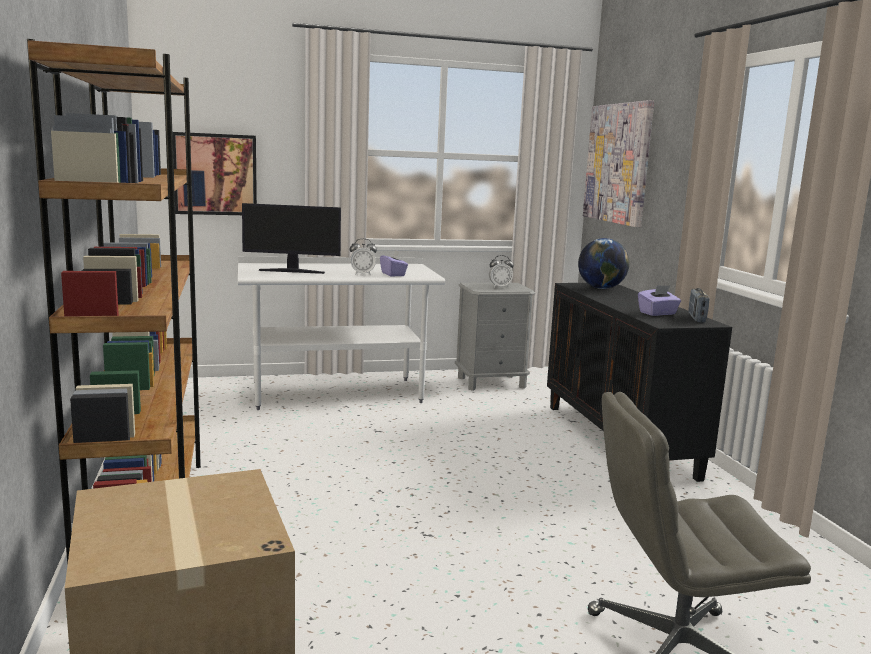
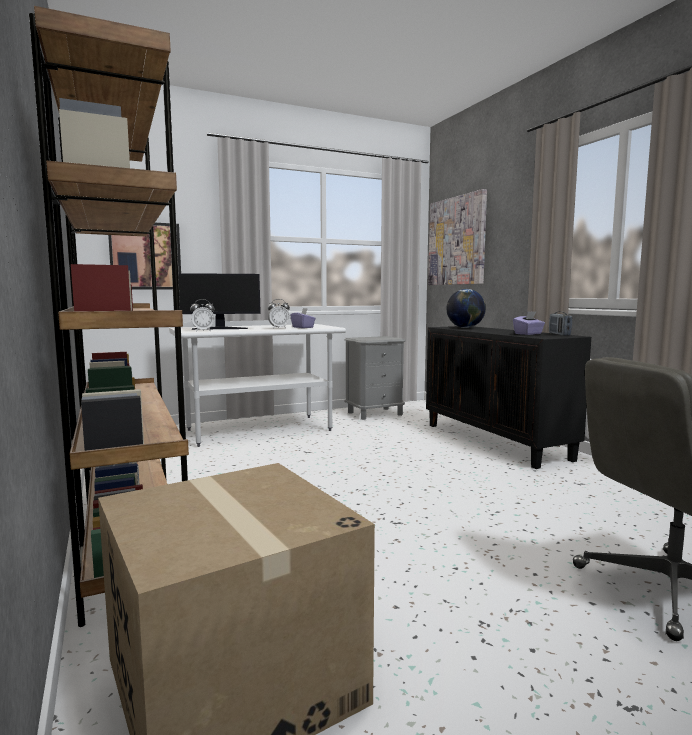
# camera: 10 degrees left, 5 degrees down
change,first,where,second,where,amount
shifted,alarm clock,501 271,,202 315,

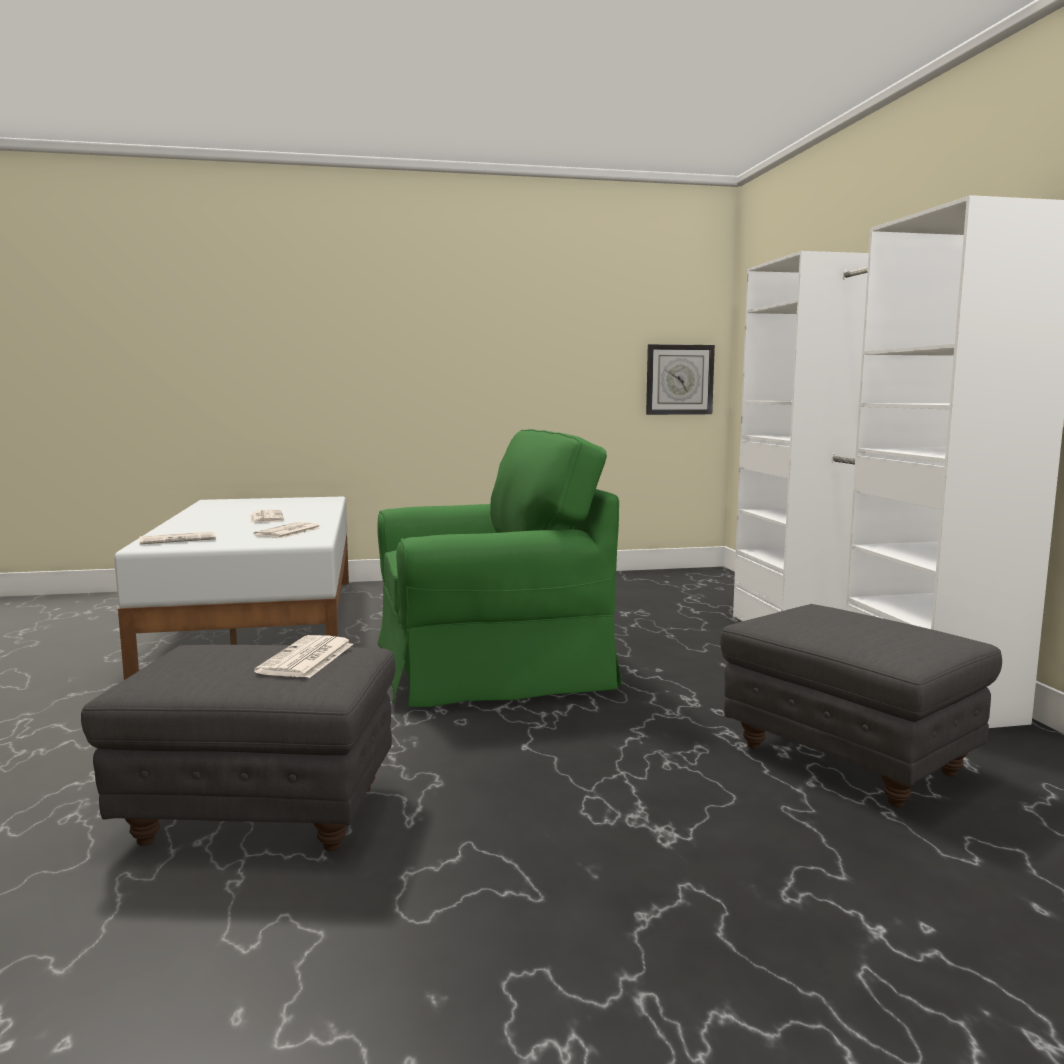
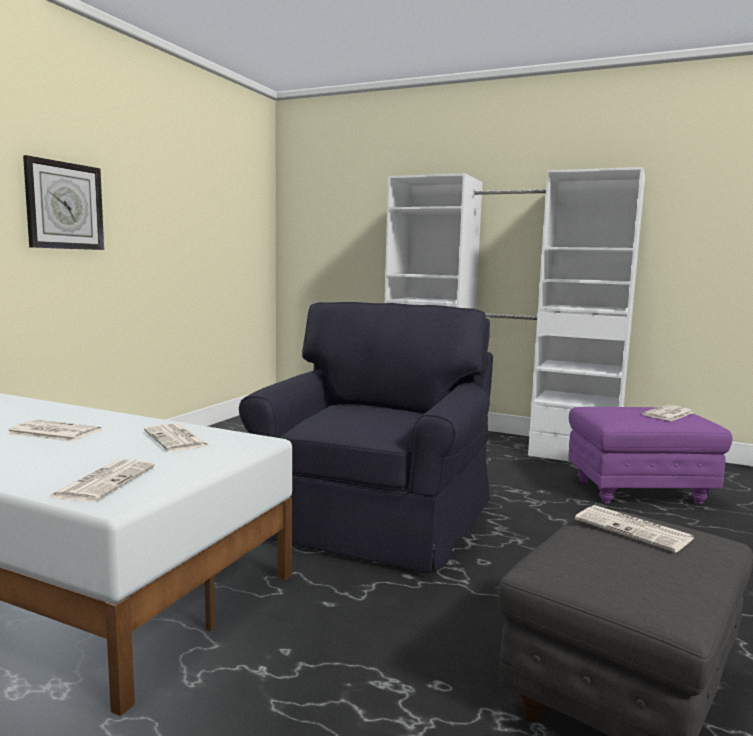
# camera: 55 degrees left, 0 degrees up
change,first,where,second,where,amount
new,,,newspaper,667 413,
shifted,wall clock,680 379,,63 202,
repainted,armchair (green),499 568,armchair (black),366 437,
repainted,ottoman (grey),861 705,ottoman (purple),650 455,

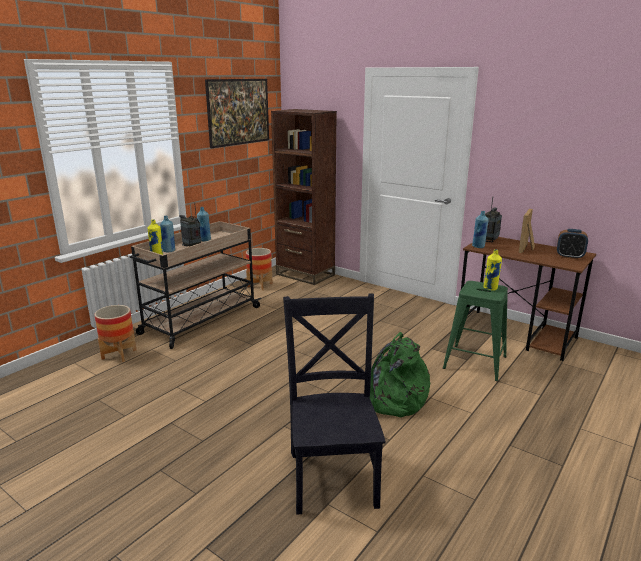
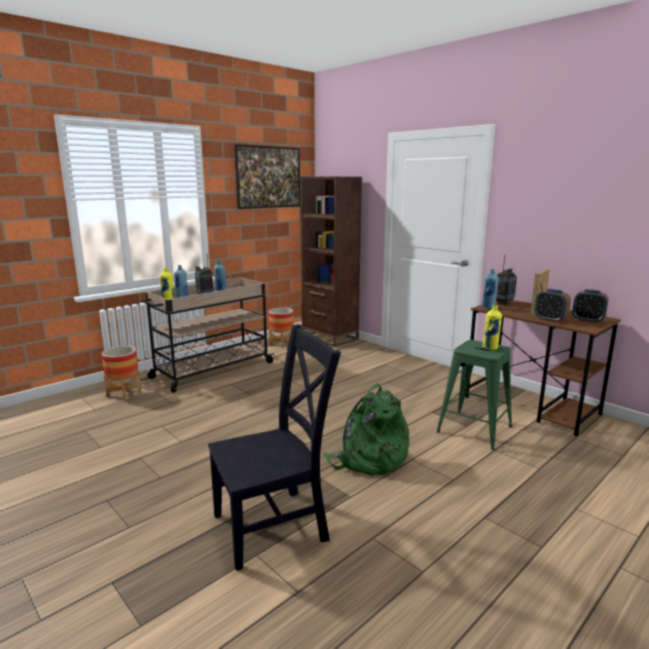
# camera: 10 degrees right, 5 degrees down
change,first,where,second,where,amount
new,,,alarm clock,553 306,
rotated,chair (black),334 403,,274 447,60 degrees clockwise

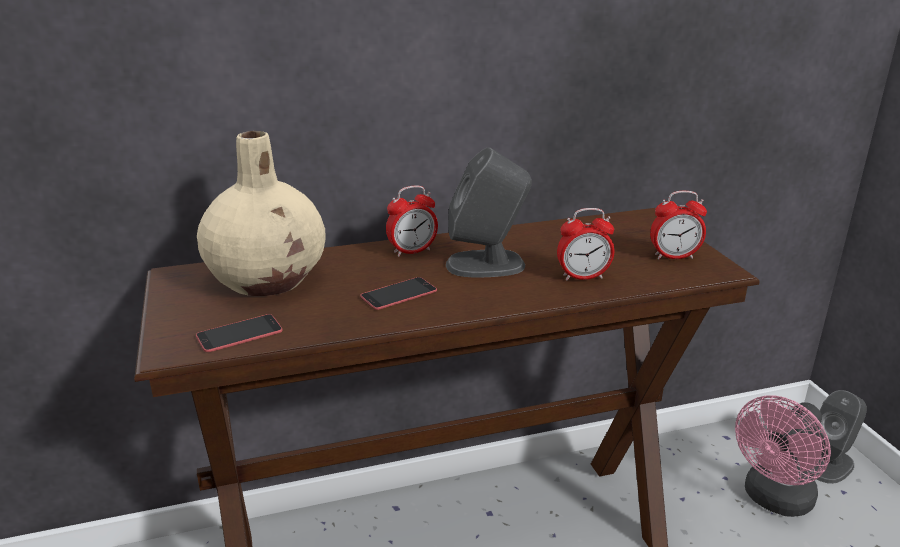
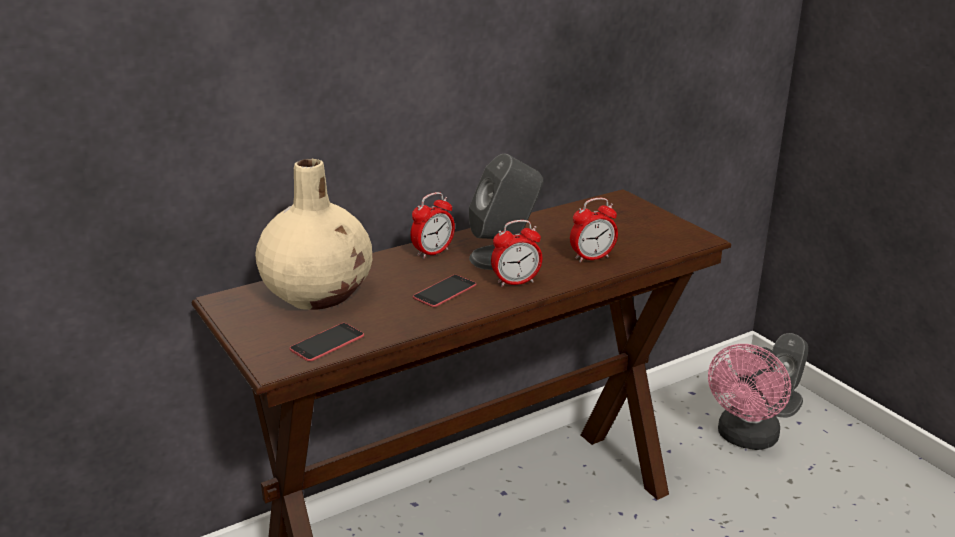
# camera: 15 degrees left, 0 degrees up
change,first,where,second,where,amount
shifted,alarm clock,678 225,,516 253,

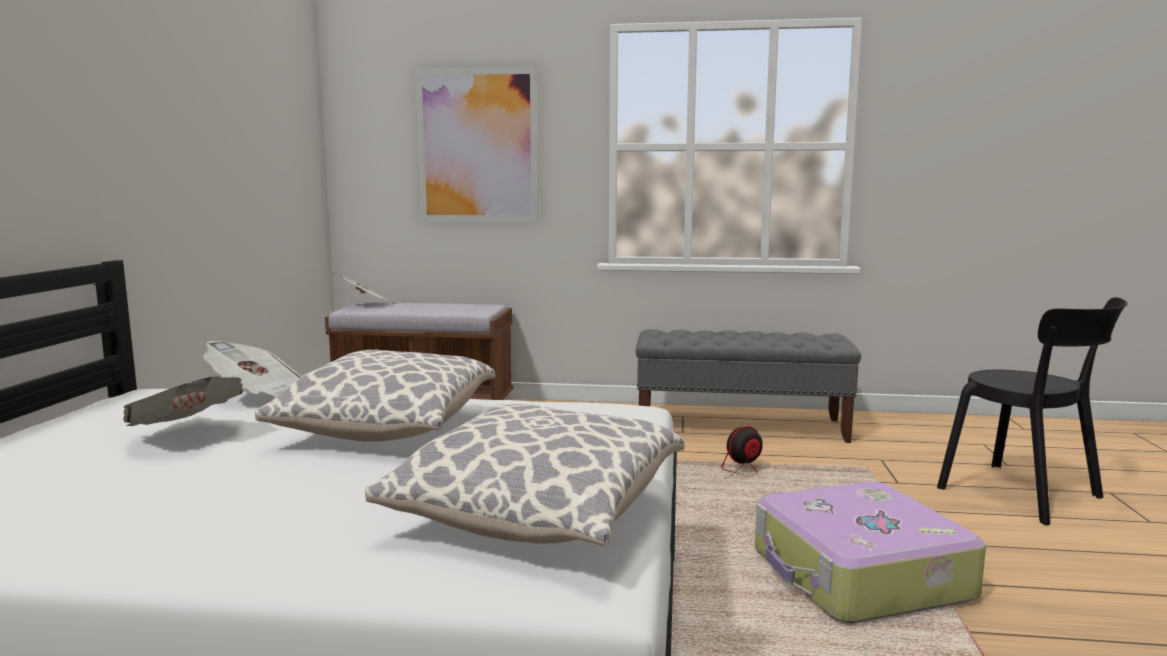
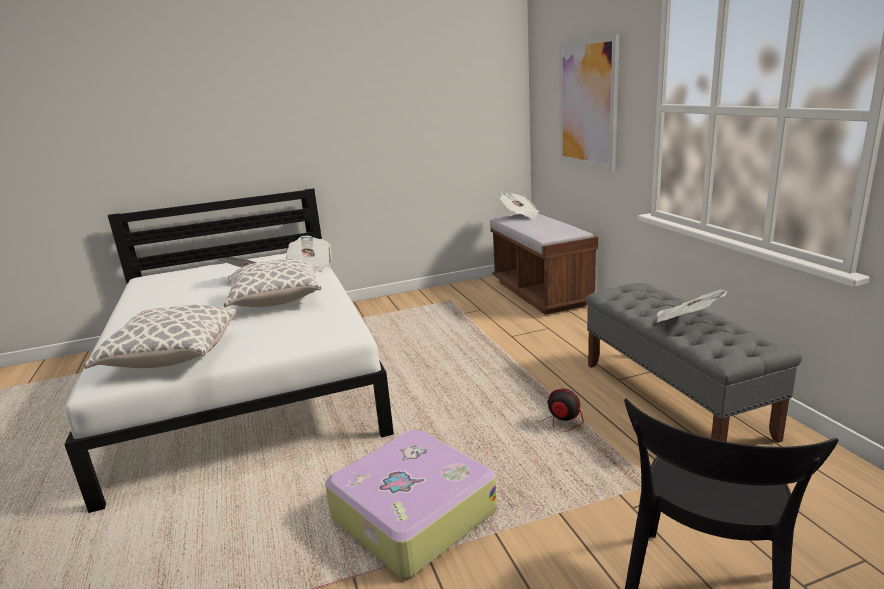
# camera: 65 degrees right, 10 degrees up
change,first,where,second,where,amount
new,,,newspaper,691 306,

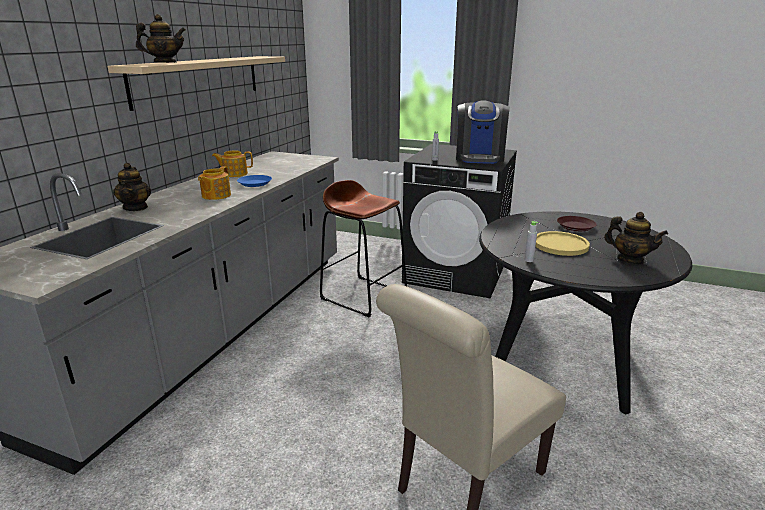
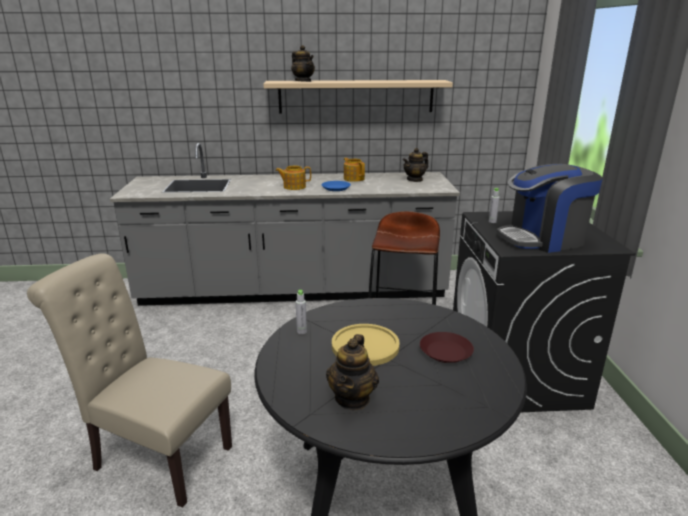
# camera: 65 degrees right, 0 degrees up
change,first,where,second,where,amount
shifted,teapot,132 187,,415 165,

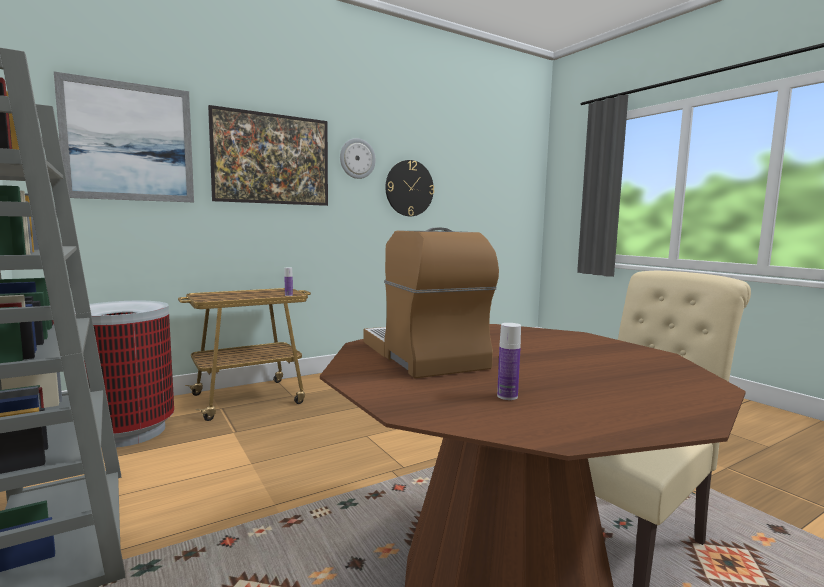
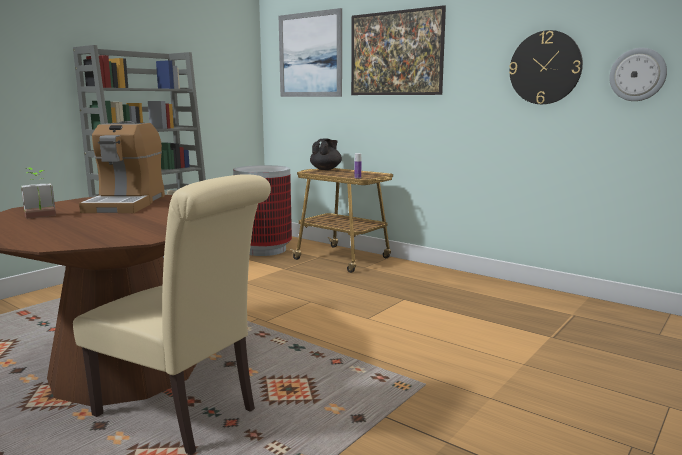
# camera: 70 degrees right, 5 degrees up
change,first,where,second,where,amount
new,,,teapot (black),326 154,
shifted,wall clock,358 158,,638 74,
swapped,bottle,509 361,potted plant,38 193,
rotated,coffee machine,431 302,,122 167,135 degrees clockwise

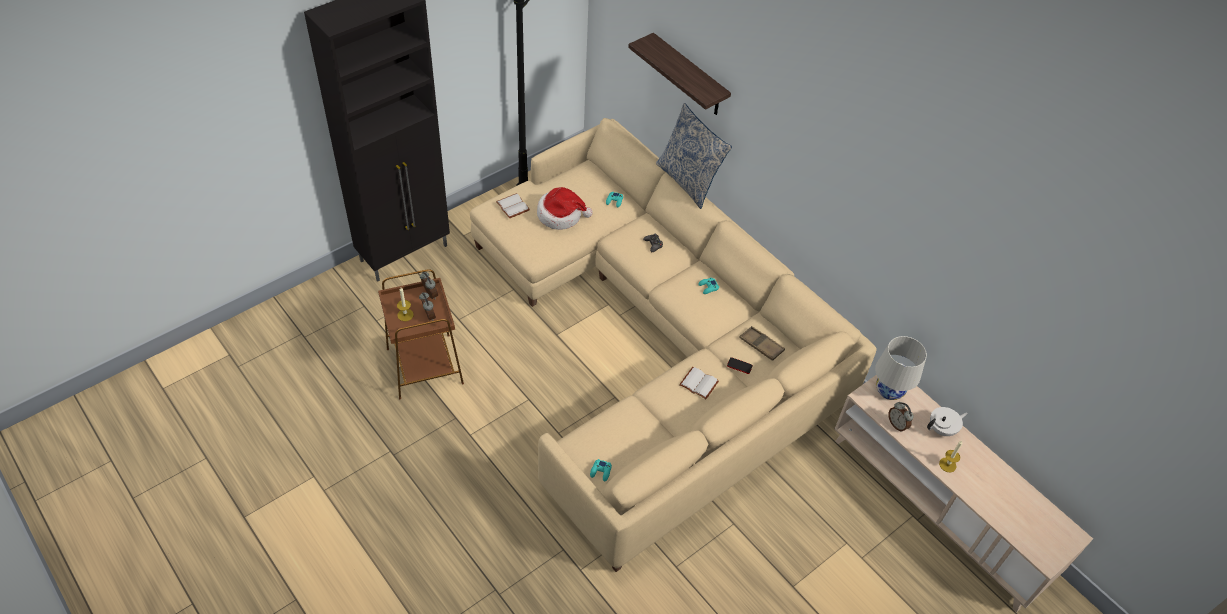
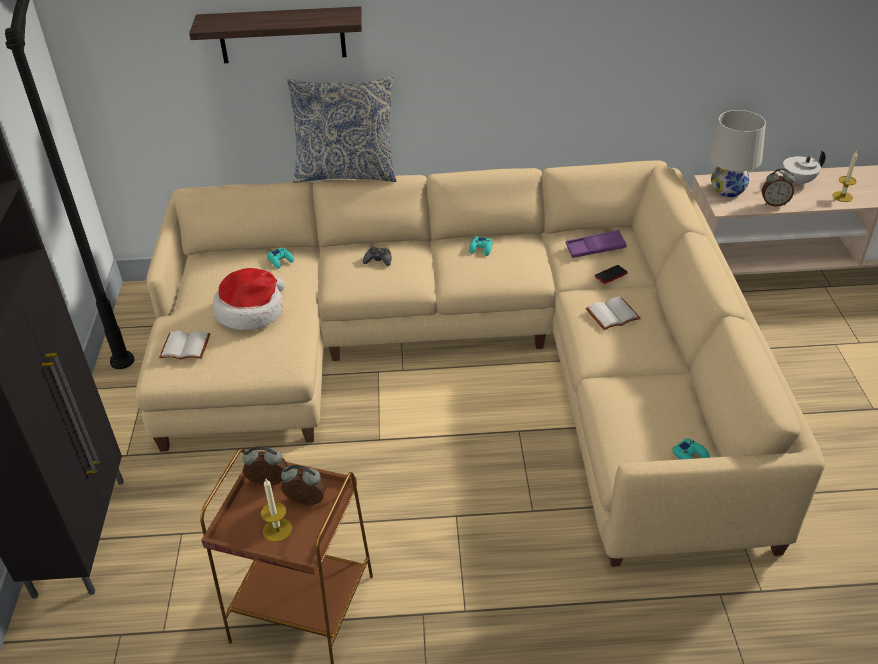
# camera: 50 degrees left, 10 degrees down
change,first,where,second,where,amount
repainted,tray (brown),762 343,tray (purple),596 244,
rotated,teapot (white),947 421,,802 168,120 degrees counterclockwise

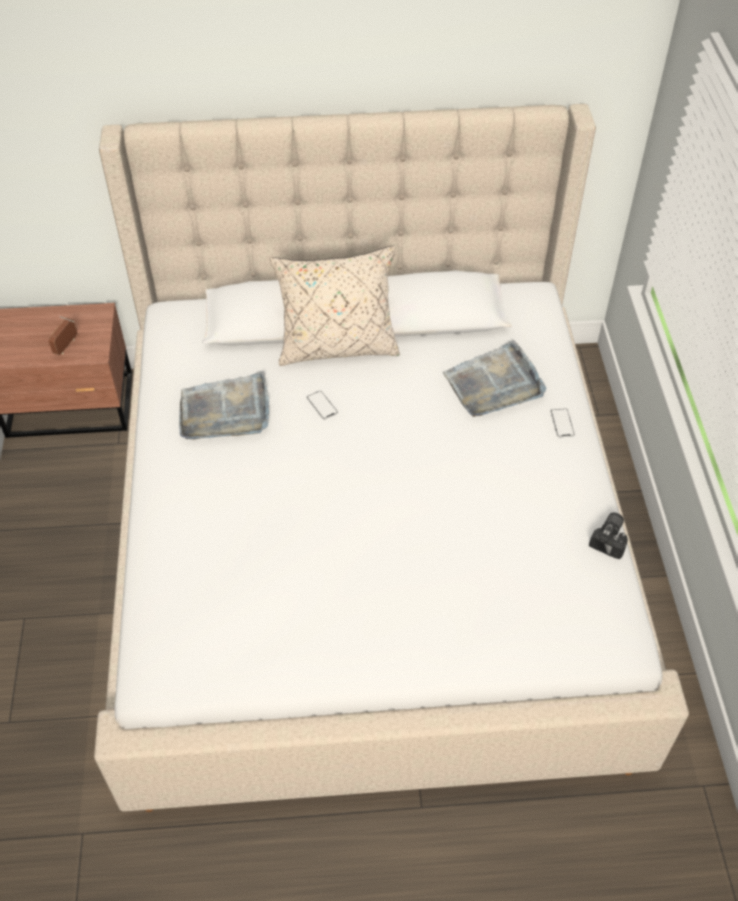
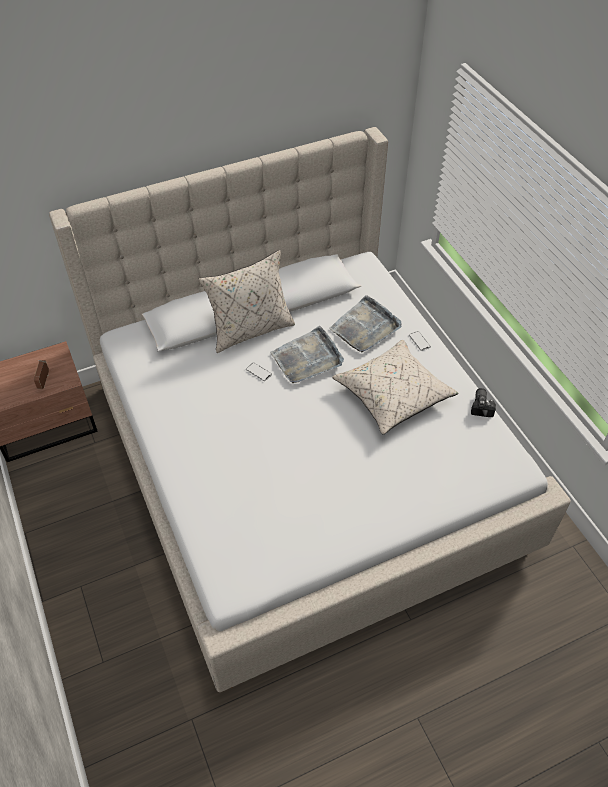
# camera: 20 degrees left, 0 degrees up
change,first,where,second,where,amount
new,,,pillow (beige),395 387,
shifted,tray (grey),224 405,,307 354,

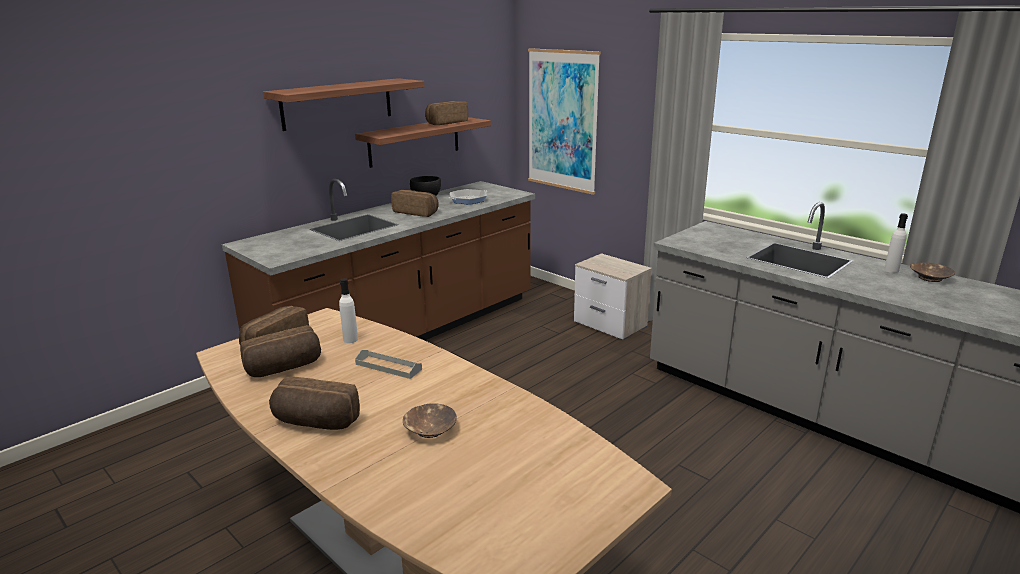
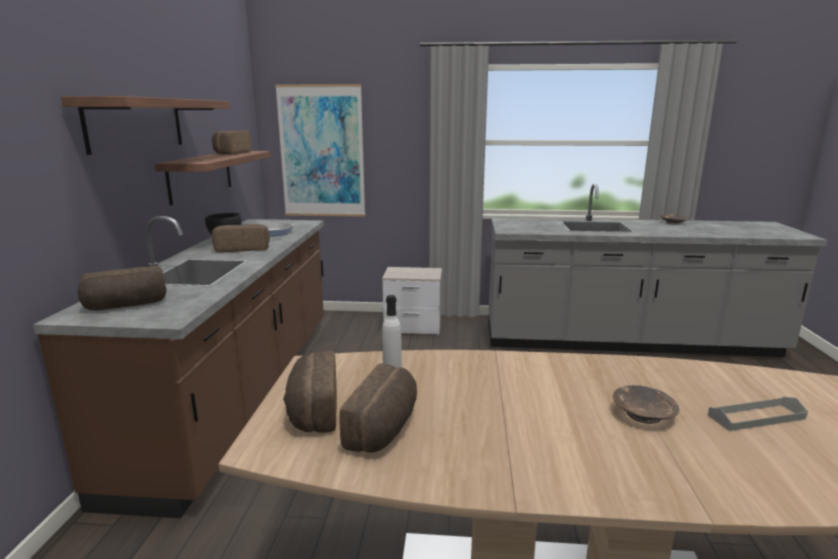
# camera: 40 degrees left, 5 degrees down
change,first,where,second,where,amount
gone,bottle (white),896 243,,,
shifted,bread,314 403,,122 288,
shifted,tray (grey),388 364,,758 414,

